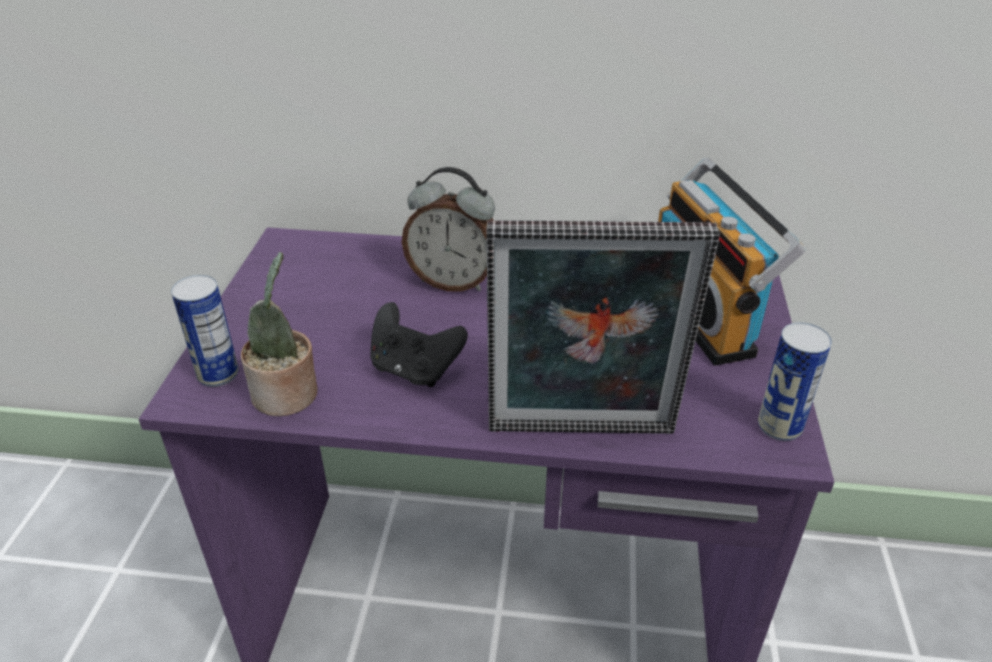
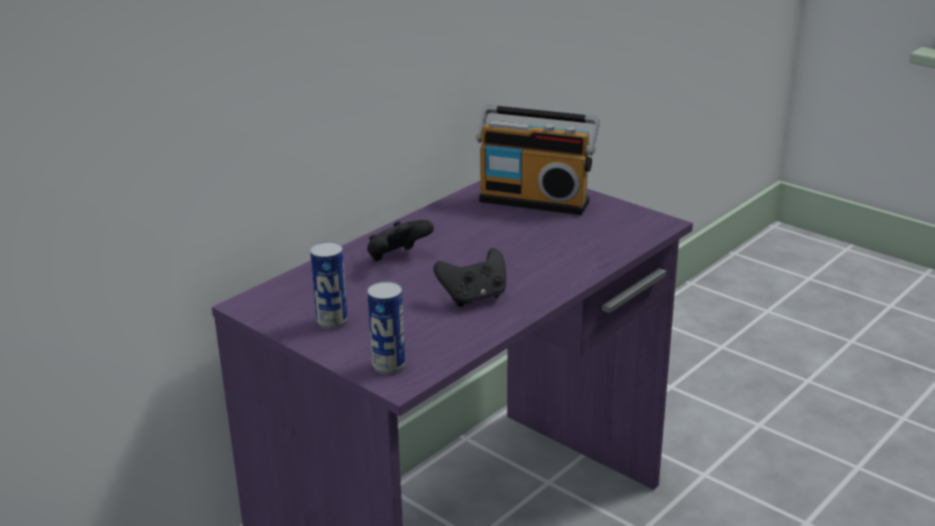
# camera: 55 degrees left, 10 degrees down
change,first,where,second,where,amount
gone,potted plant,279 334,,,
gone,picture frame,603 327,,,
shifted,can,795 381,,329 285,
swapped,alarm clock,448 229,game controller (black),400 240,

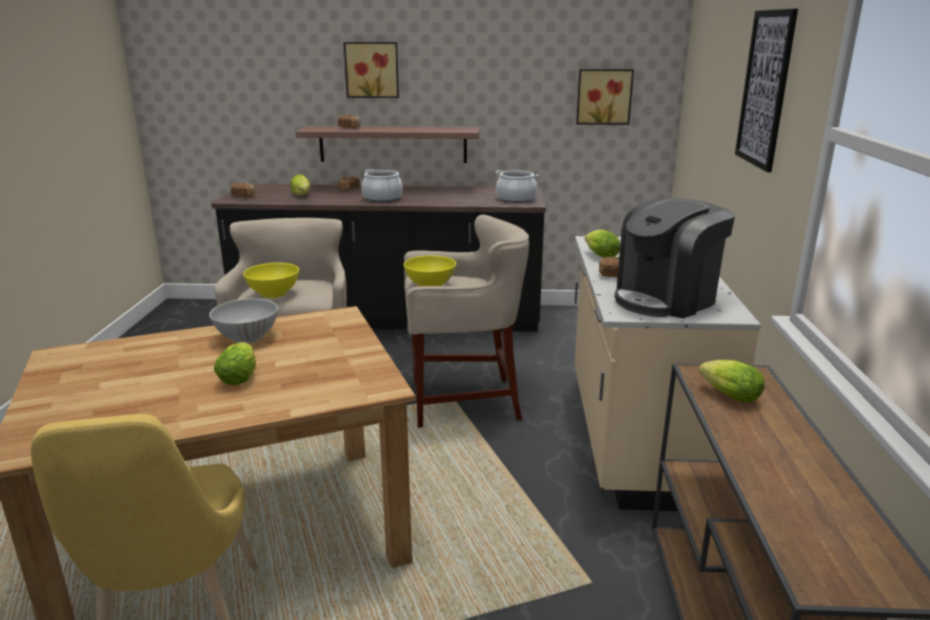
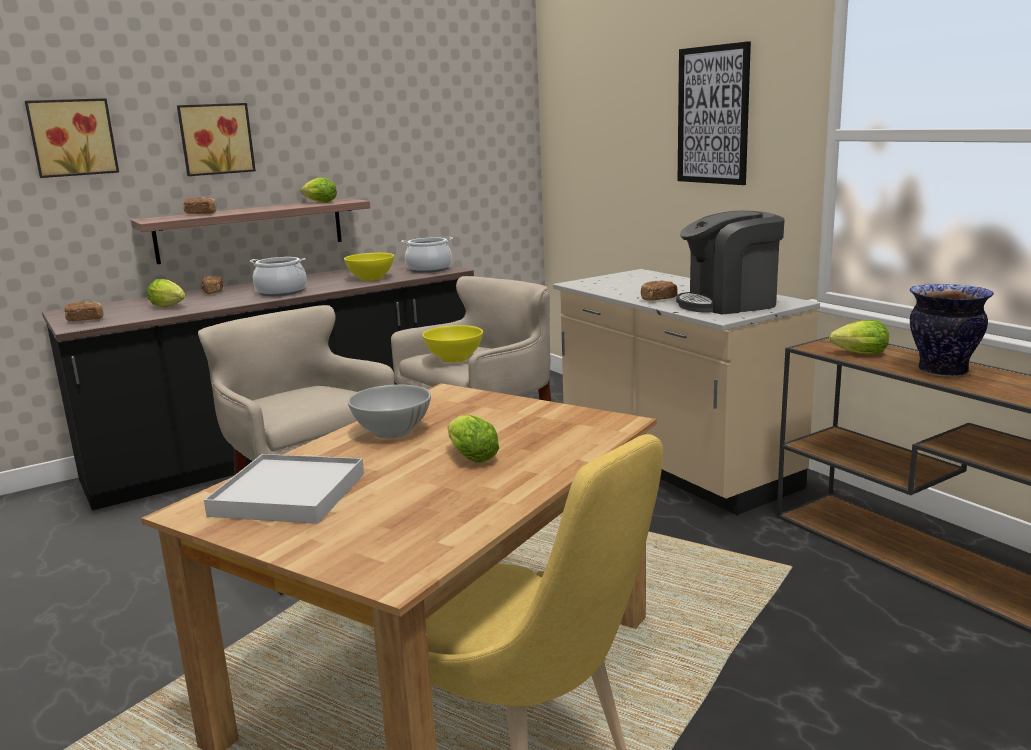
# camera: 35 degrees left, 5 degrees down
change,first,where,second,where,amount
new,,,tray (white),284 489,
new,,,vase,952 330,
shifted,bowl (yellow),271 280,,369 267,
shifted,picture,605 97,,72 138,
shifted,lettuce,602 243,,319 190,
rotated,coffee machine,675 258,,730 262,60 degrees clockwise

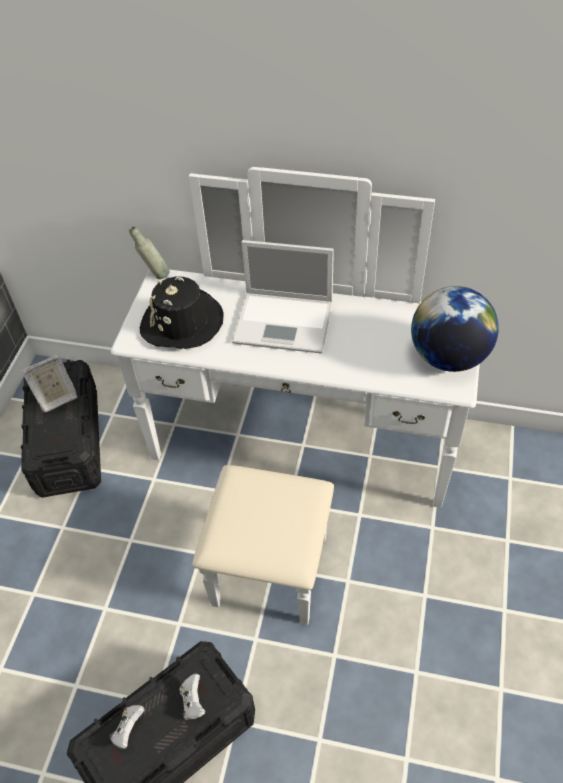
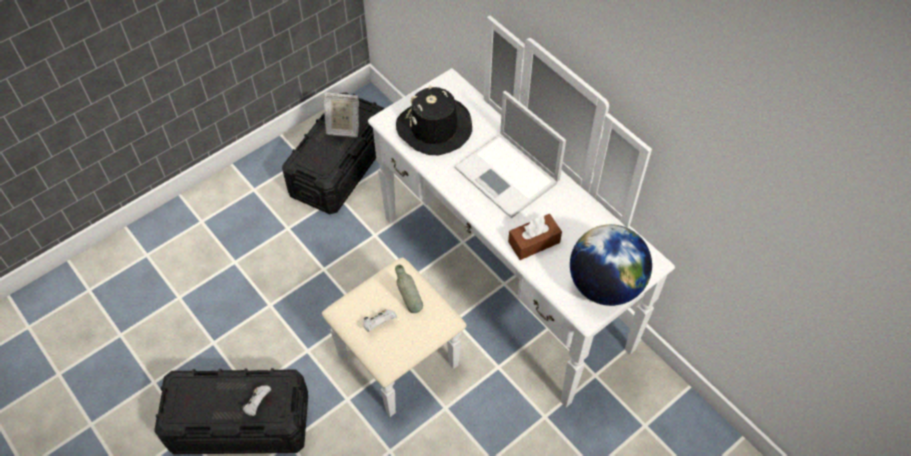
# camera: 35 degrees right, 5 degrees up
change,first,where,second,where,amount
new,,,tissue box (brown),535 237,
shifted,game controller (white),127 727,,380 320,
shifted,bottle (grey),149 252,,409 289,

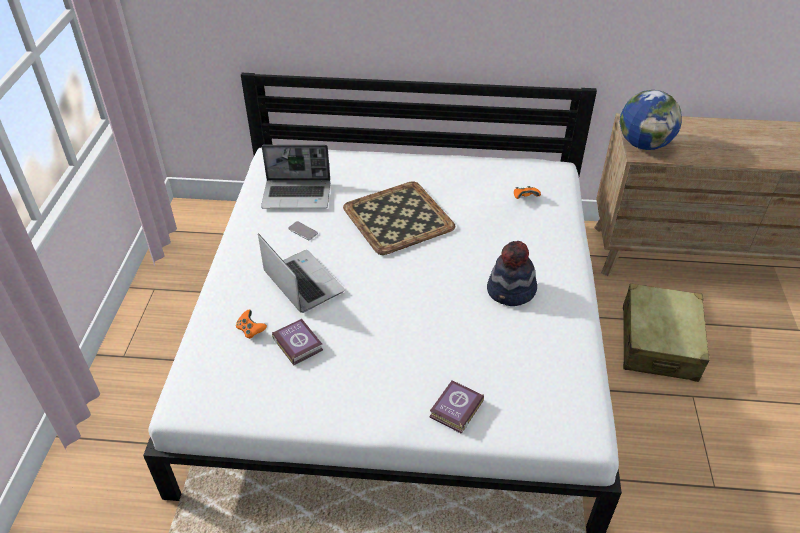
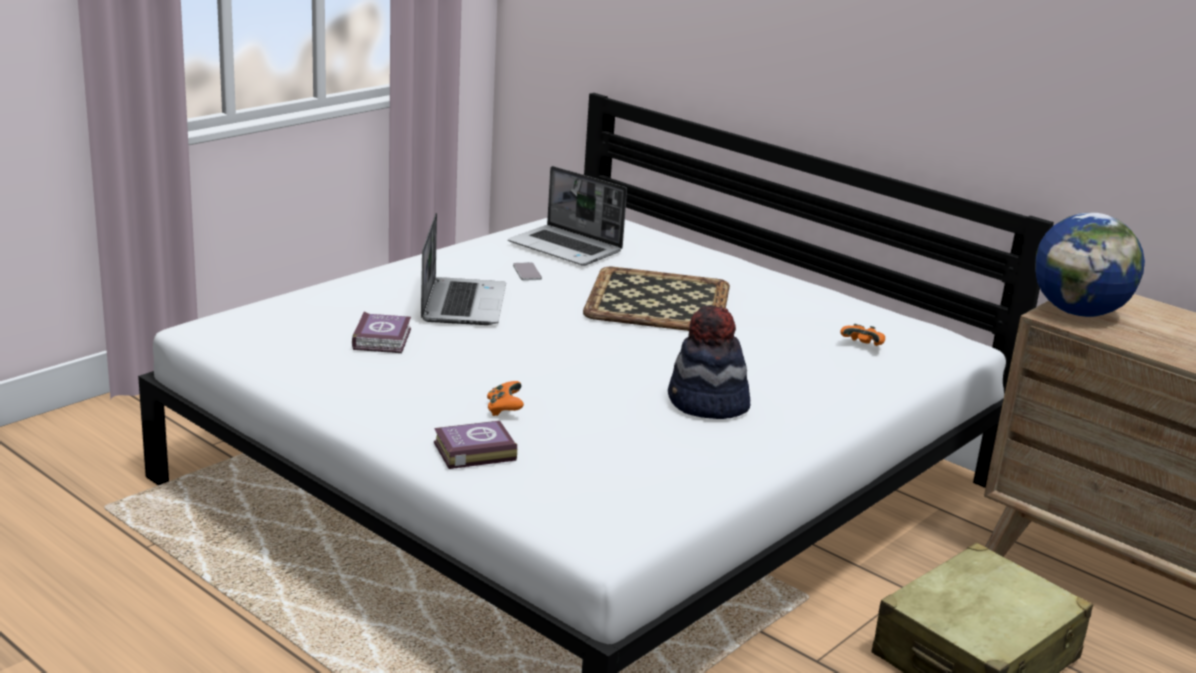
# camera: 35 degrees right, 20 degrees down
change,first,where,second,where,amount
shifted,game controller (orange),251 324,,505 398,

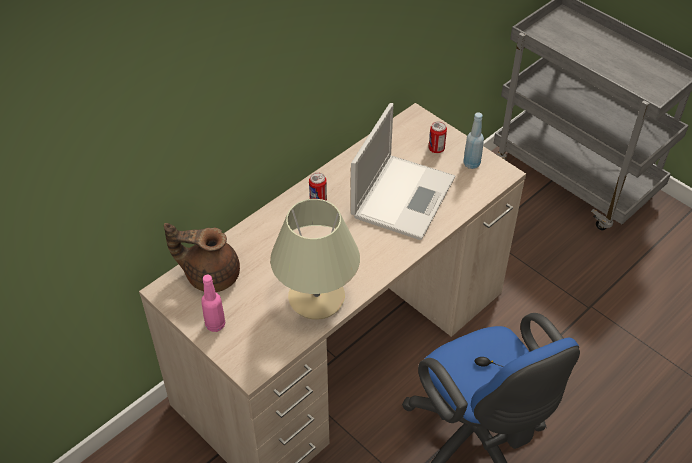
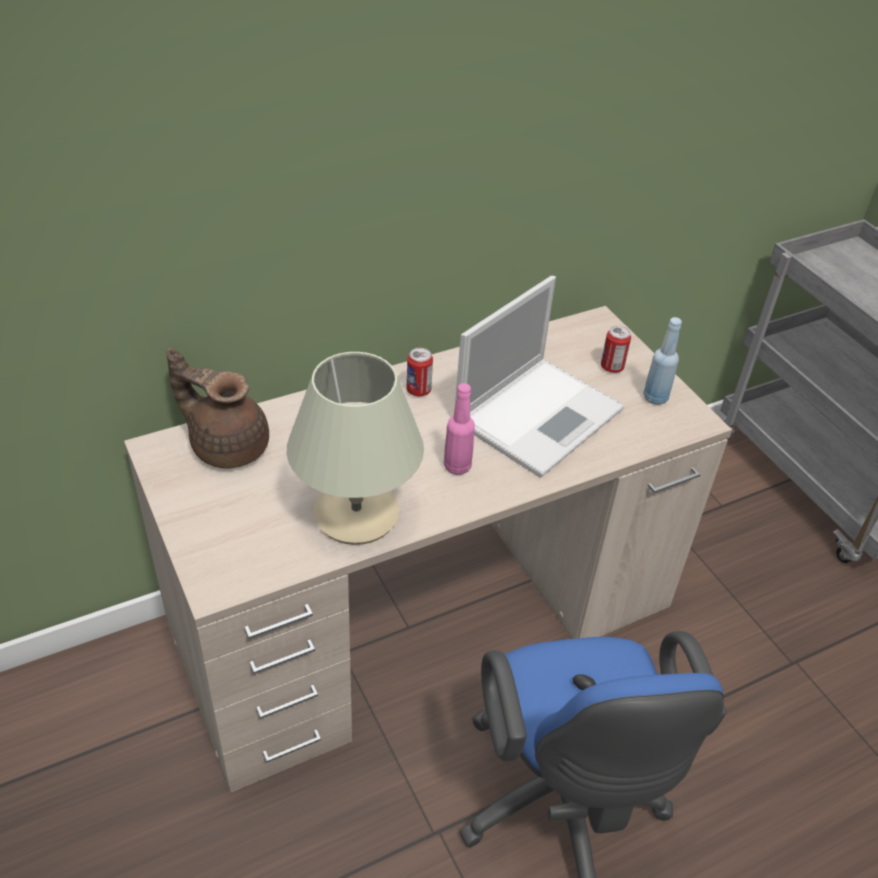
# camera: 15 degrees right, 5 degrees down
change,first,where,second,where,amount
shifted,bottle (pink),213 303,,459 429,

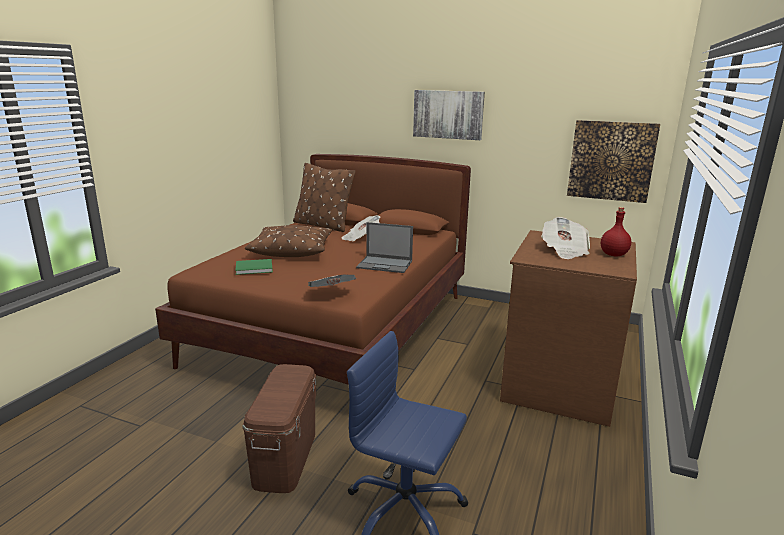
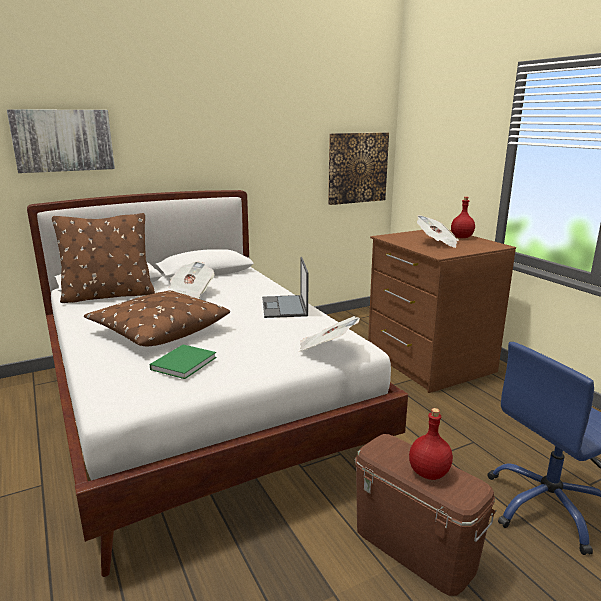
# camera: 50 degrees left, 0 degrees up
change,first,where,second,where,amount
new,,,bottle (red),431 444,
shifted,picture,449 115,,61 141,
repainted,bed (brown),313 269,bed (white),217 383,
rotated,laptop,384 247,,285 287,120 degrees clockwise

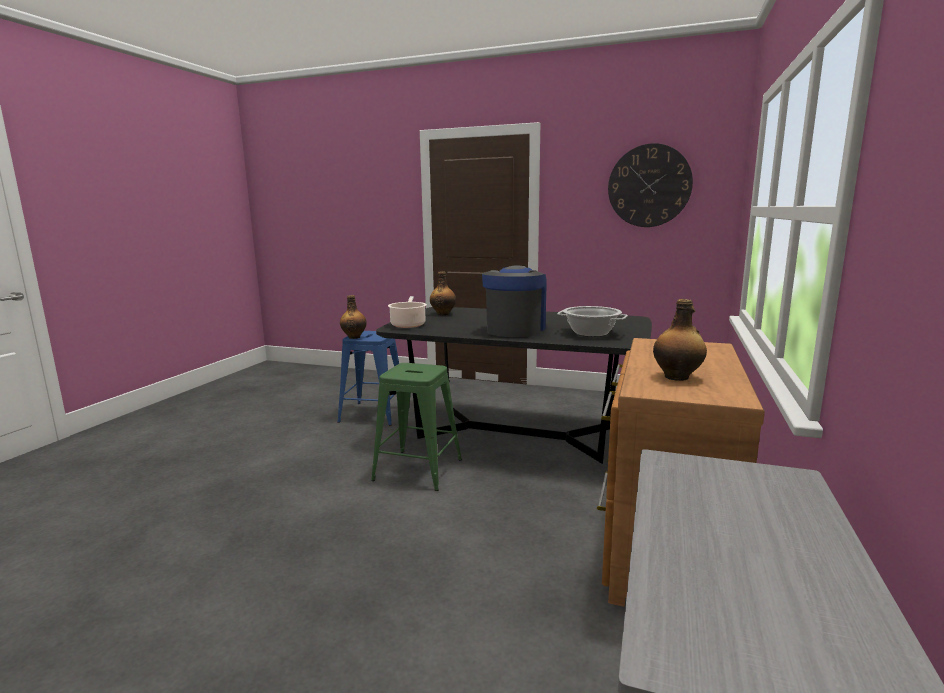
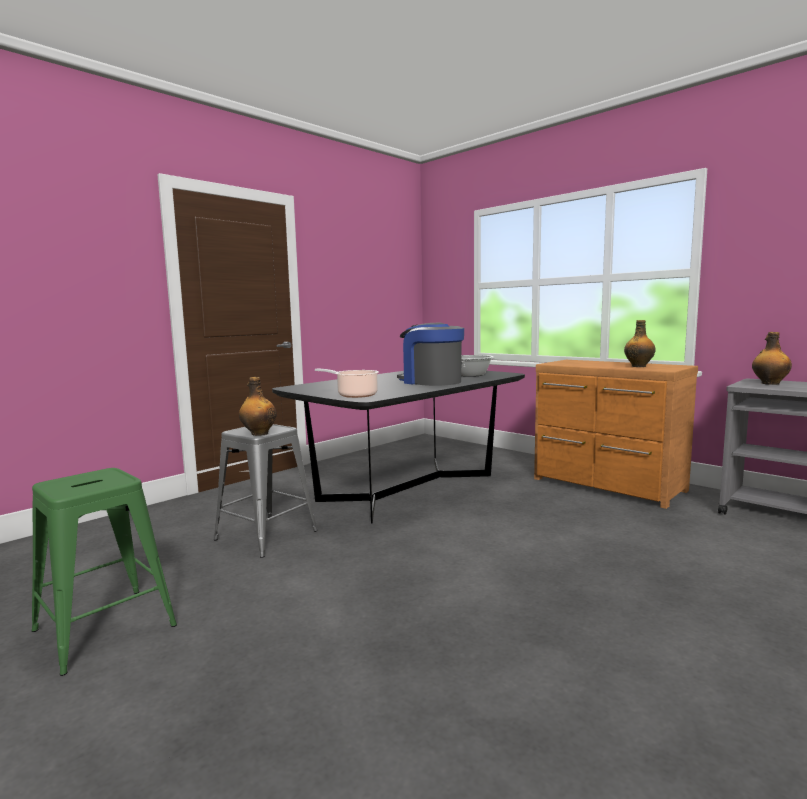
# camera: 65 degrees left, 5 degrees down
change,first,where,second,where,amount
gone,wall clock,650 185,,,
shifted,stool (green),416 427,,104 572,
shifted,bottle,443 294,,772 358,
repainted,stool (blue),368 378,stool (grey),266 491,

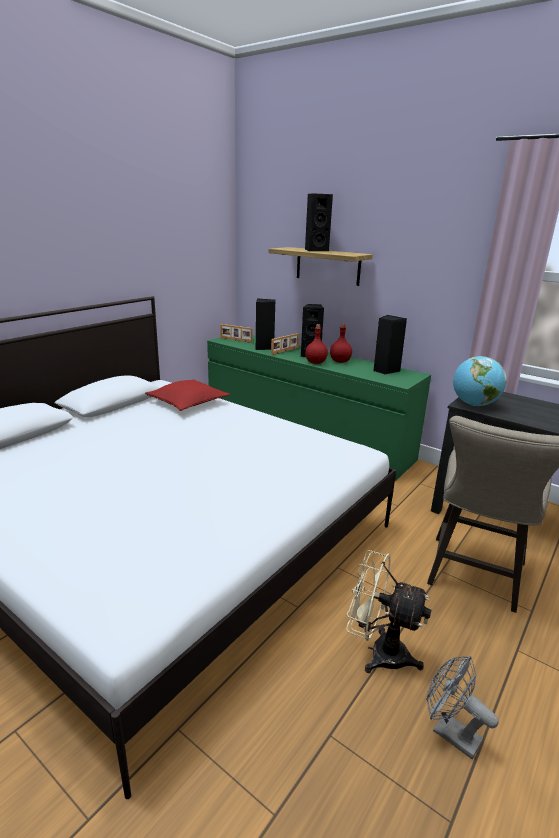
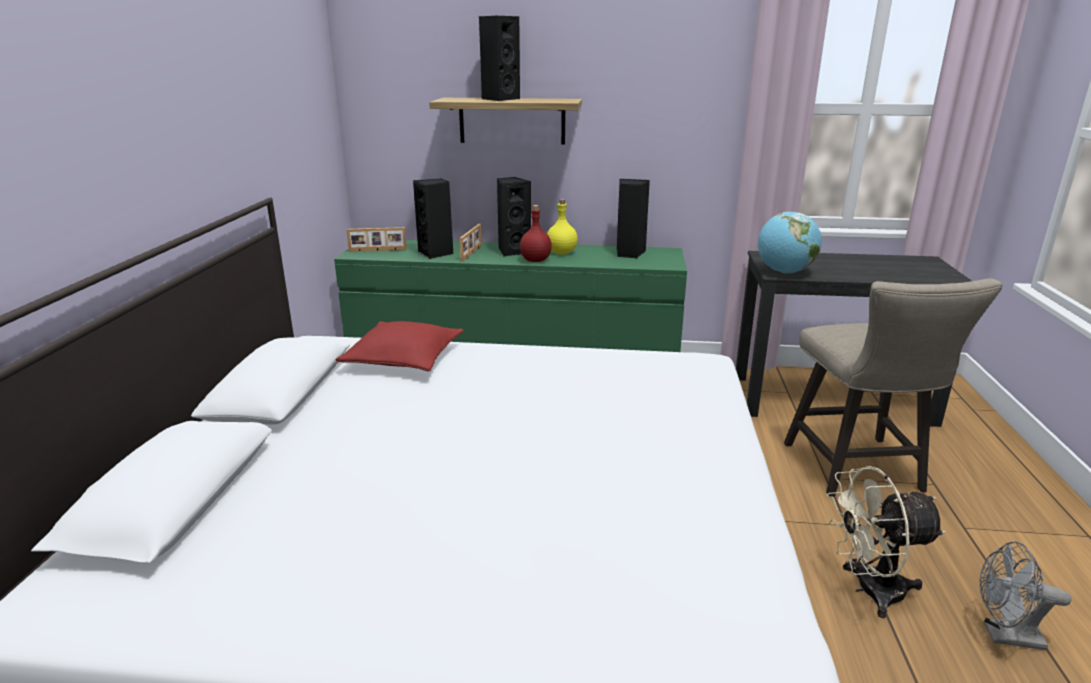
# camera: 30 degrees left, 0 degrees up
change,first,where,second,where,amount
repainted,bottle (red),341 343,bottle (yellow),562 226,

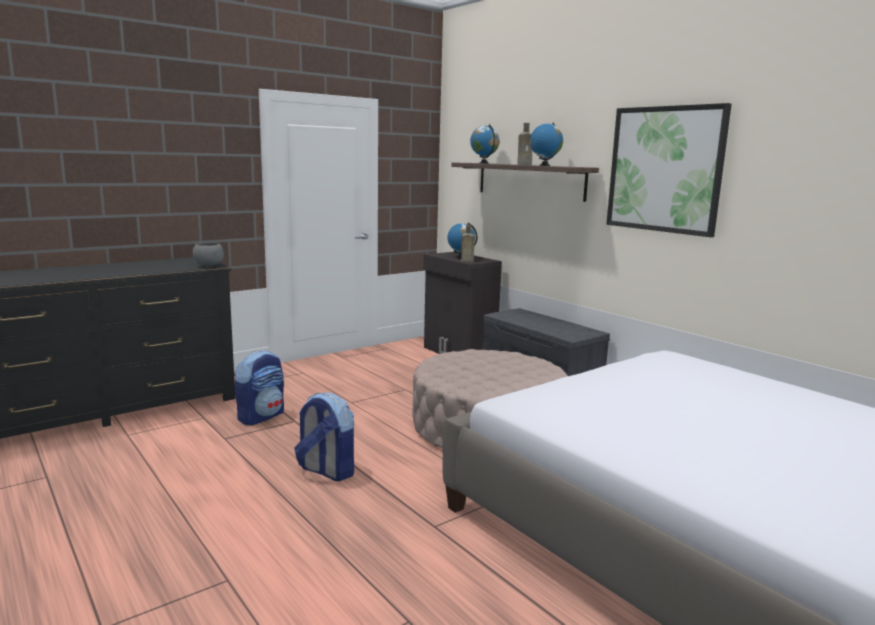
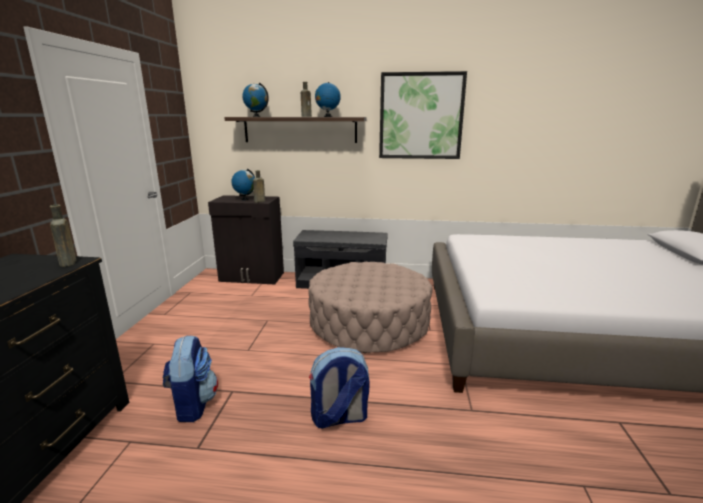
# camera: 45 degrees left, 5 degrees up
change,first,where,second,where,amount
swapped,bowl (grey),208 254,bottle (brown),63 236,

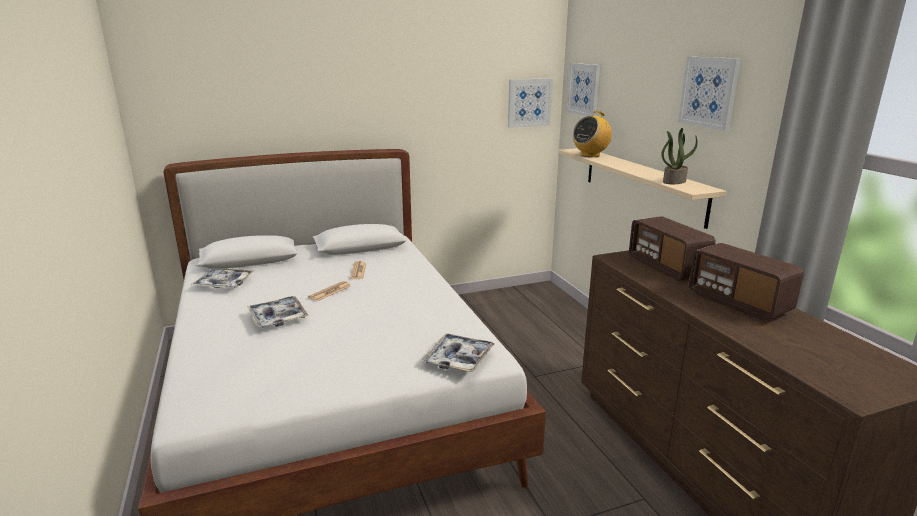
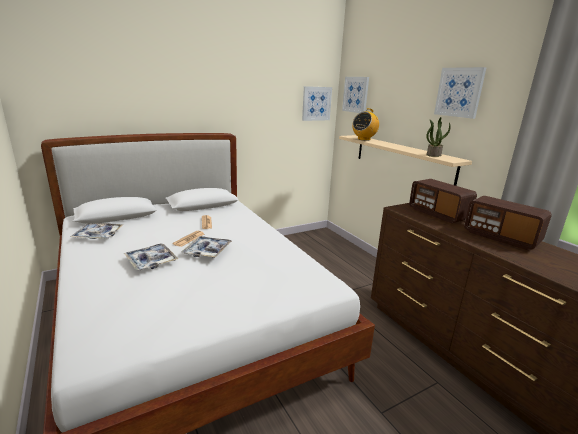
# camera: 10 degrees left, 0 degrees up
change,first,where,second,where,amount
shifted,tray,458 352,,206 247,

